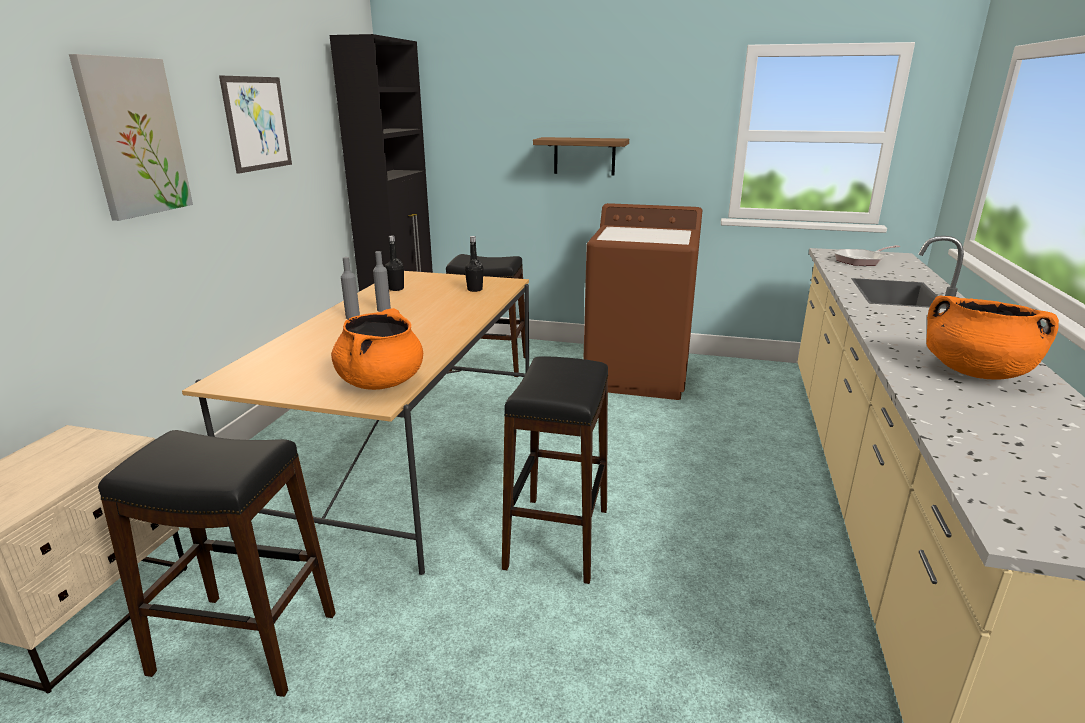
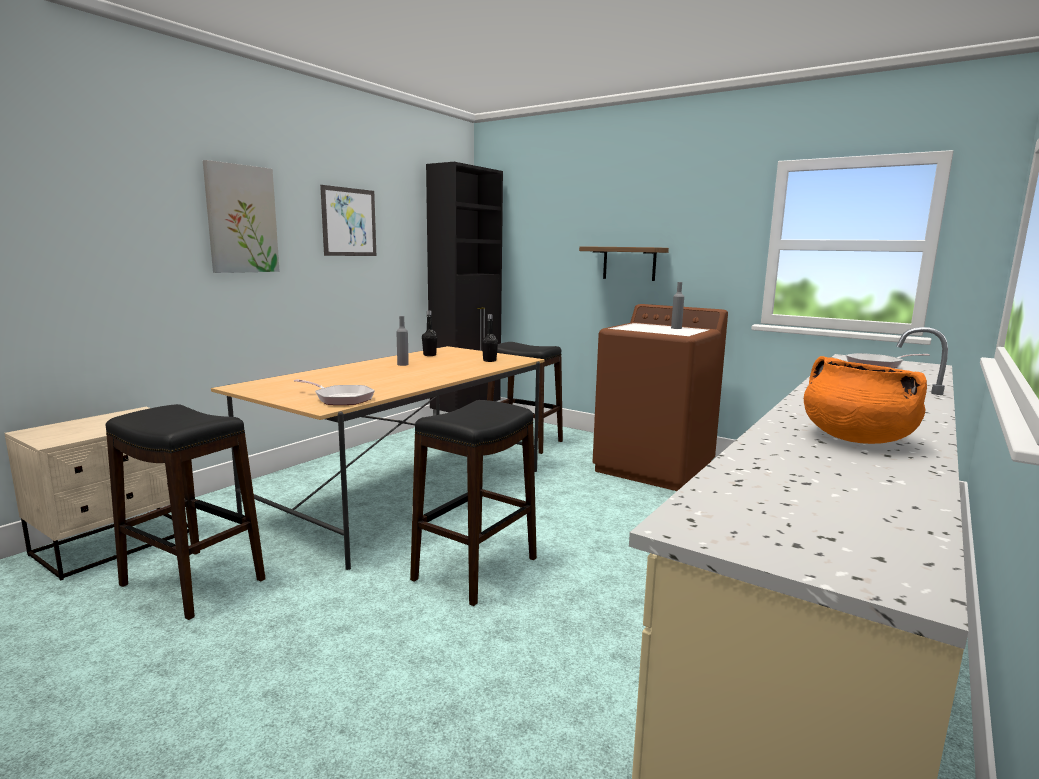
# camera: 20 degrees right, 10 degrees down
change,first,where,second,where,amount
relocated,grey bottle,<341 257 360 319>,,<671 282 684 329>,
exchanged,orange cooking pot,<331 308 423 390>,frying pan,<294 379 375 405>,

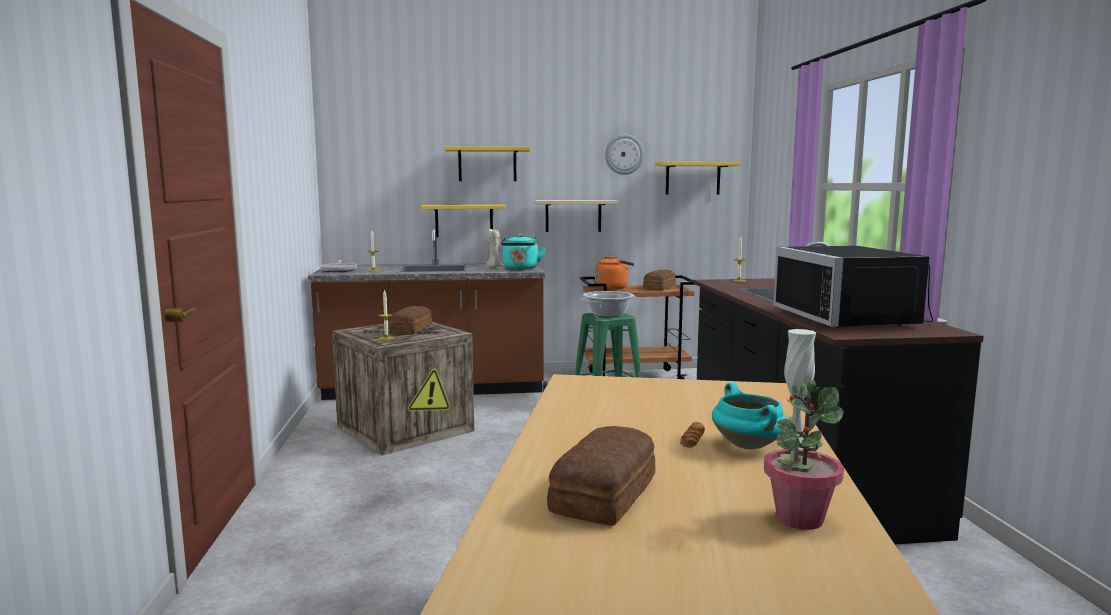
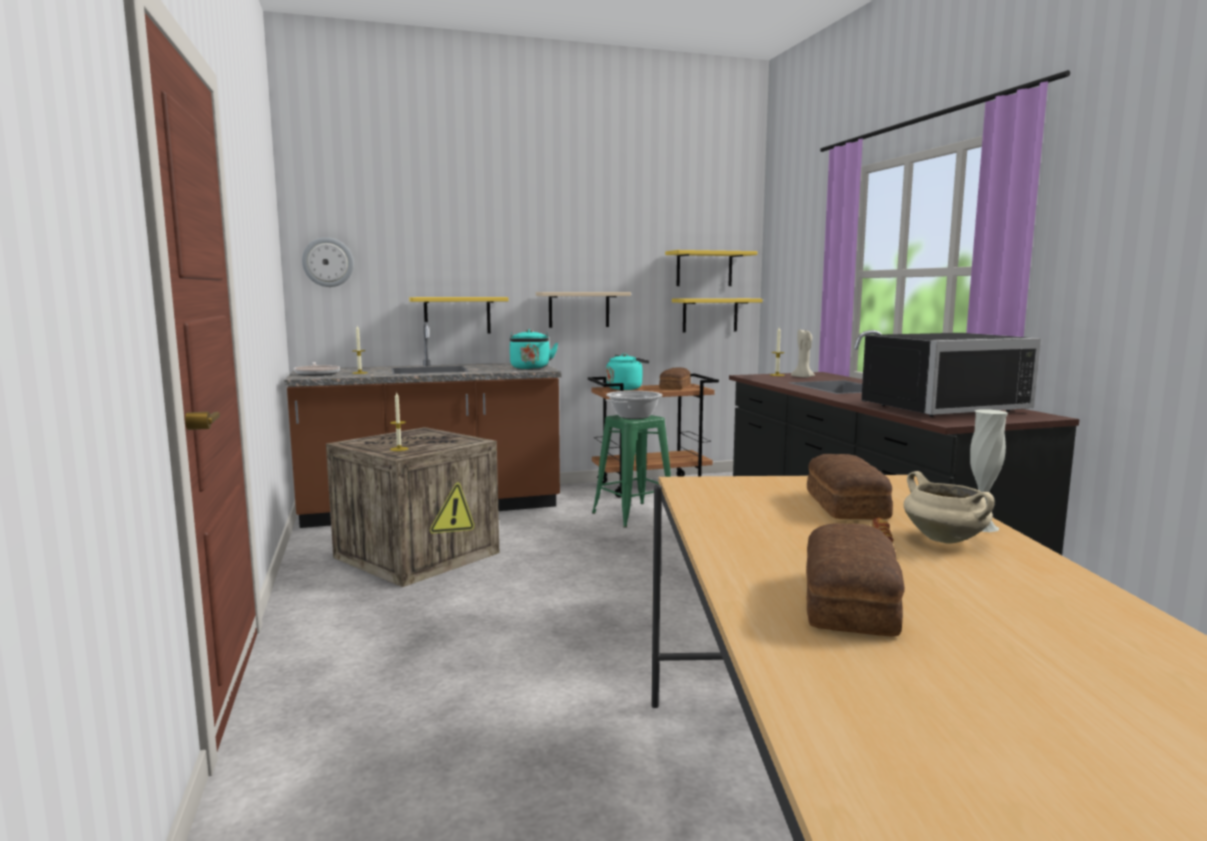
# camera: 10 degrees left, 0 degrees up
change,first,where,second,where,amount
relocated,wall clock,<605 134 644 175>,,<302 237 354 287>,
relocated,yellow shelf,<445 146 531 181>,,<672 298 763 332>,
relocated,beige candle,<486 229 503 267>,,<791 328 815 378>,
spun,black microwave,<773 246 933 328>,,<861 333 1041 417>,90 degrees counterclockwise
colour,orange kettle,<595 256 634 290>,turquoise kettle,<606 353 650 390>,
relocated,bread,<390 306 432 334>,,<807 454 893 519>,
missing,potted plant,<764 380 844 530>,,,
colour,turquoise cooking pot,<712 382 787 449>,beige cooking pot,<904 471 995 543>,

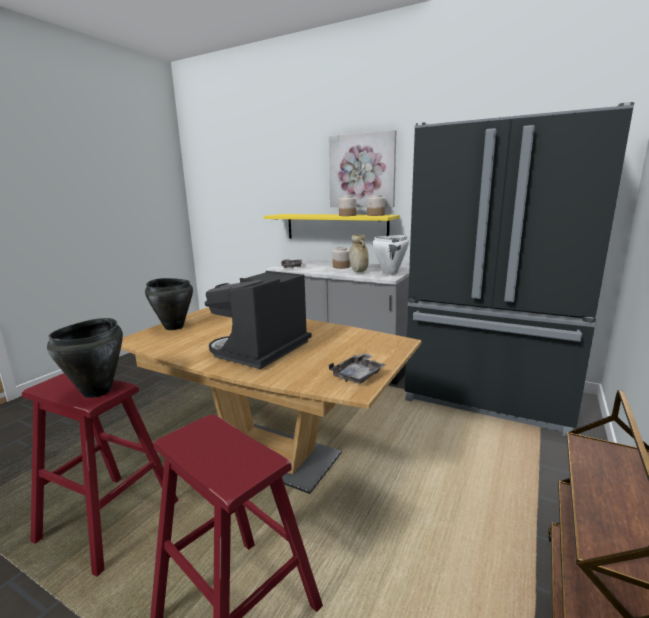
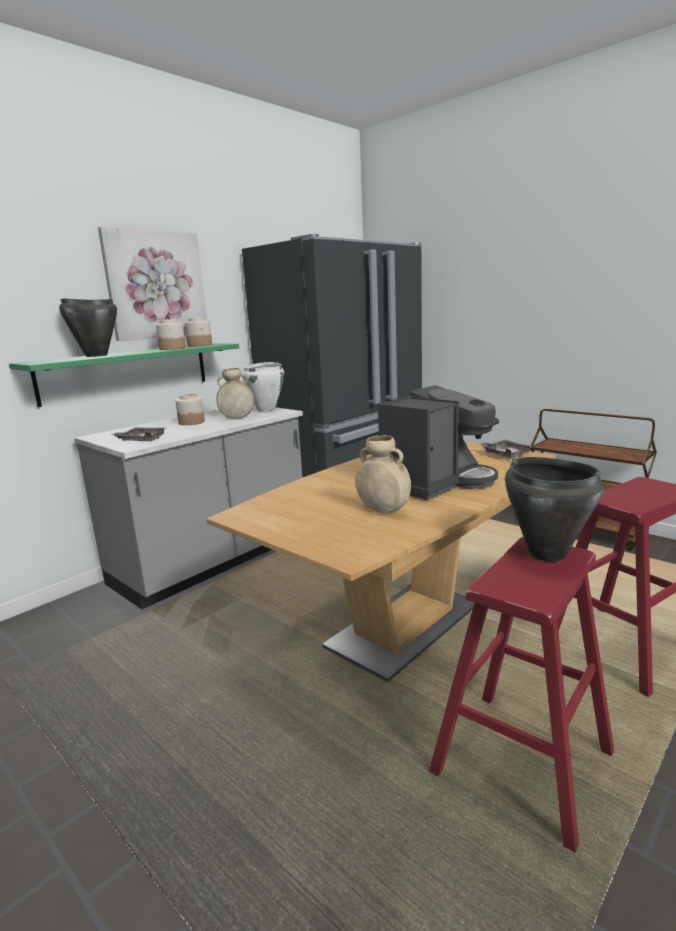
# camera: 75 degrees left, 0 degrees up
change,first,where,second,where,amount
colour,yellow shelf,<264 214 400 239>,green shelf,<9 343 239 407>,
spun,coffee machine,<205 271 312 369>,,<378 385 499 500>,90 degrees counterclockwise
relocated,black cooking pot,<145 278 193 330>,,<59 298 117 357>,
appeared,,,beige vase,<355 435 411 513>,

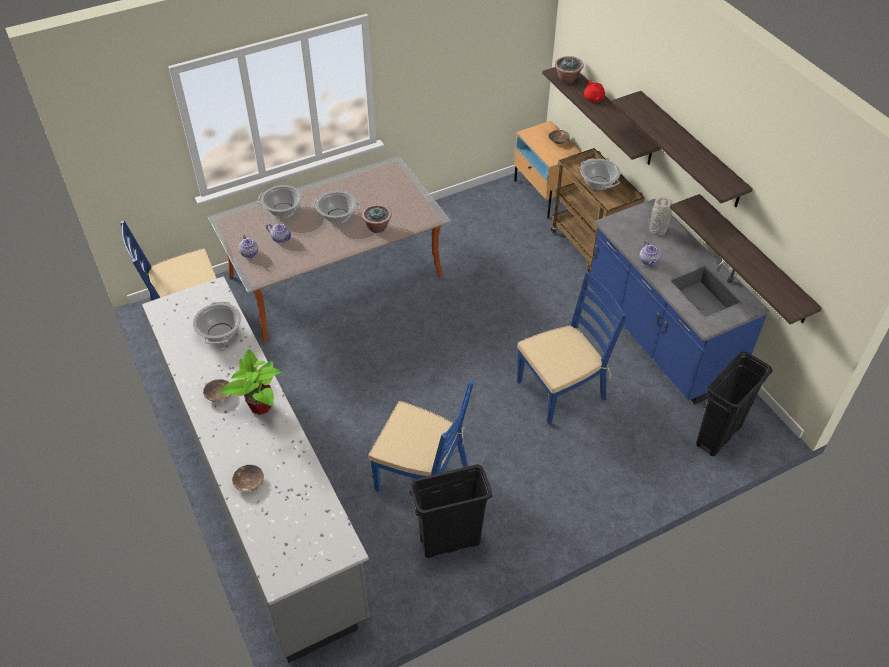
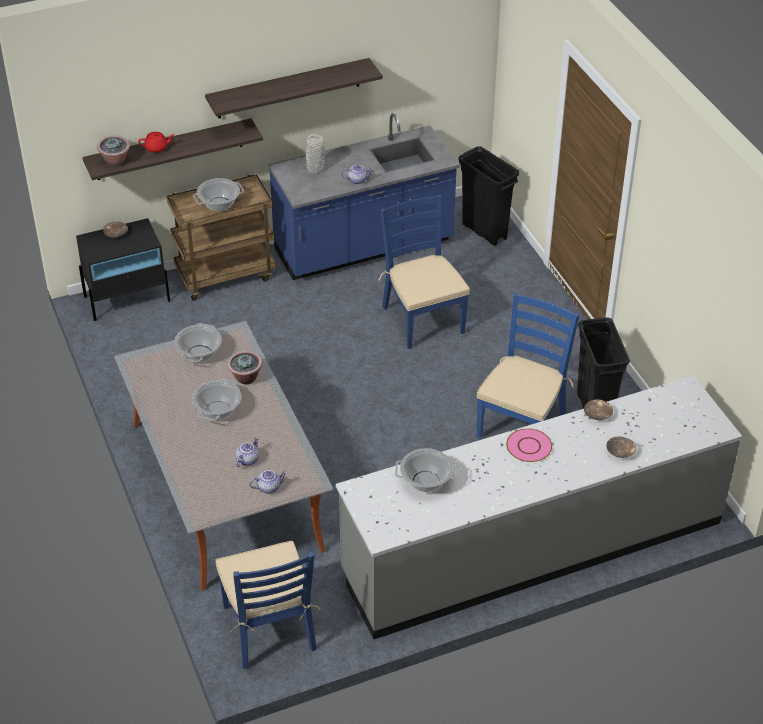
# camera: 85 degrees left, 5 degrees down
change,first,where,second,where,amount
colour,beige nightstand,<514 121 582 218>,black nightstand,<76 218 170 321>,
relocated,cooking pot,<257 185 306 217>,,<174 323 222 363>,
missing,shelf,<670 194 822 324>,,,
exchanged,potted plant,<220 349 282 415>,pink plate,<506 428 552 462>,
relocated,brown bowl,<203 379 230 402>,,<584 399 613 420>,

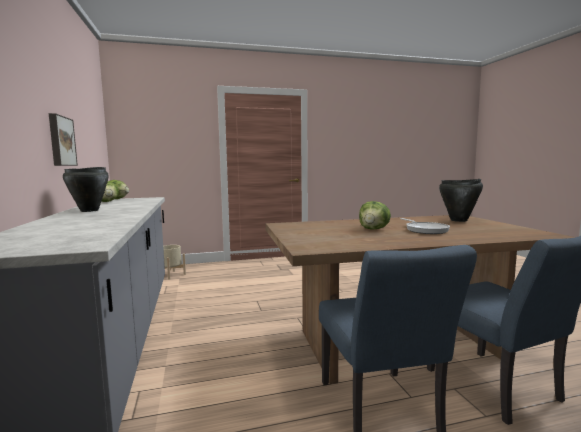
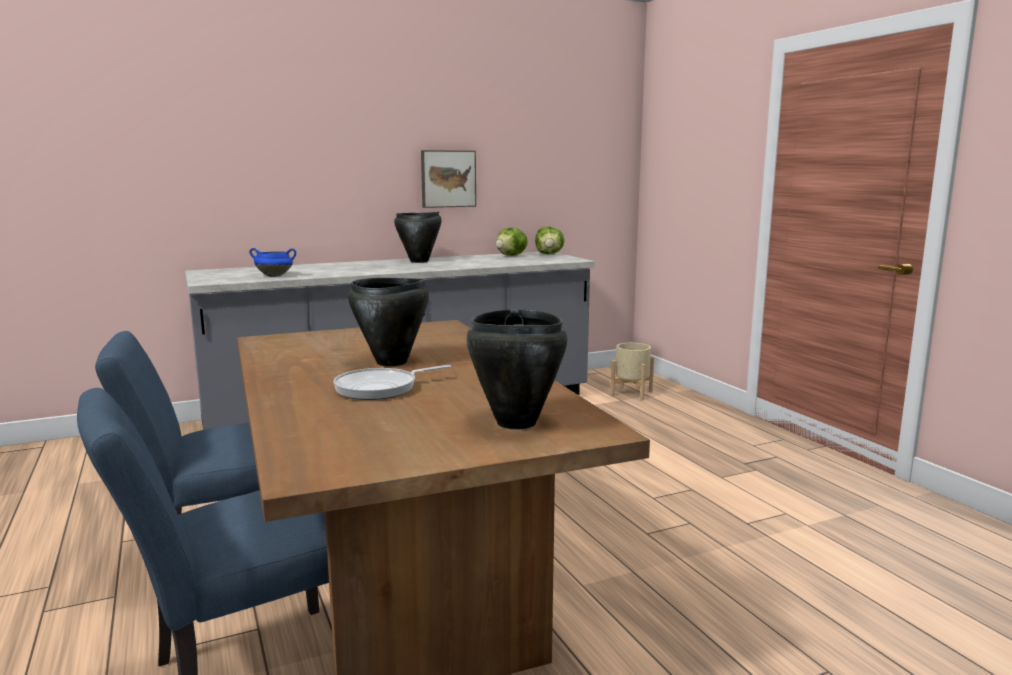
# camera: 80 degrees right, 5 degrees up
change,first,where,second,where,amount
exchanged,lettuce,<359 201 391 230>,black cooking pot,<348 278 430 366>,
appeared,,,blue cooking pot,<249 248 296 277>,

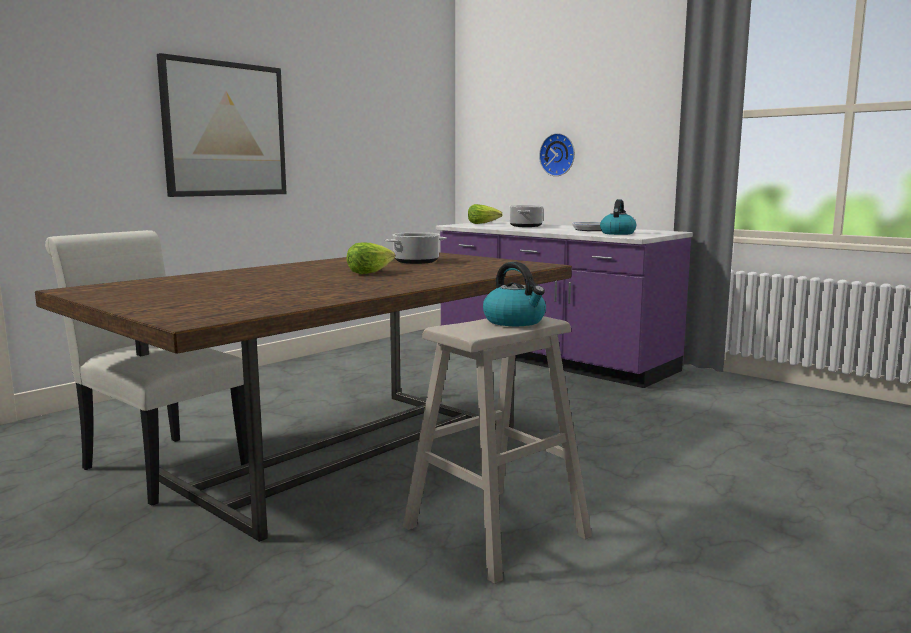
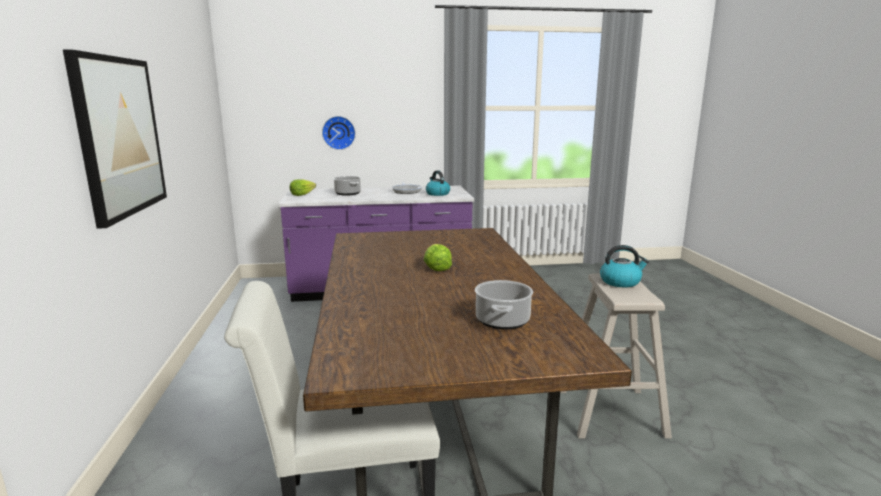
# camera: 50 degrees left, 5 degrees up
change,first,where,second,where,amount
relocated,cooking pot,<385 232 447 264>,,<475 280 533 330>,

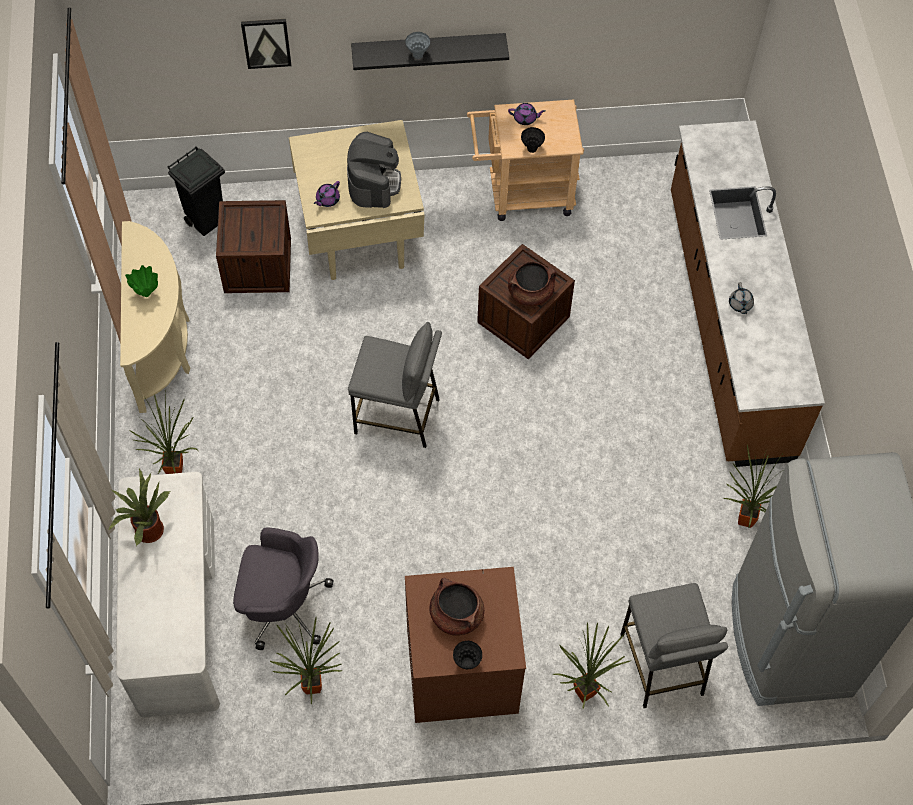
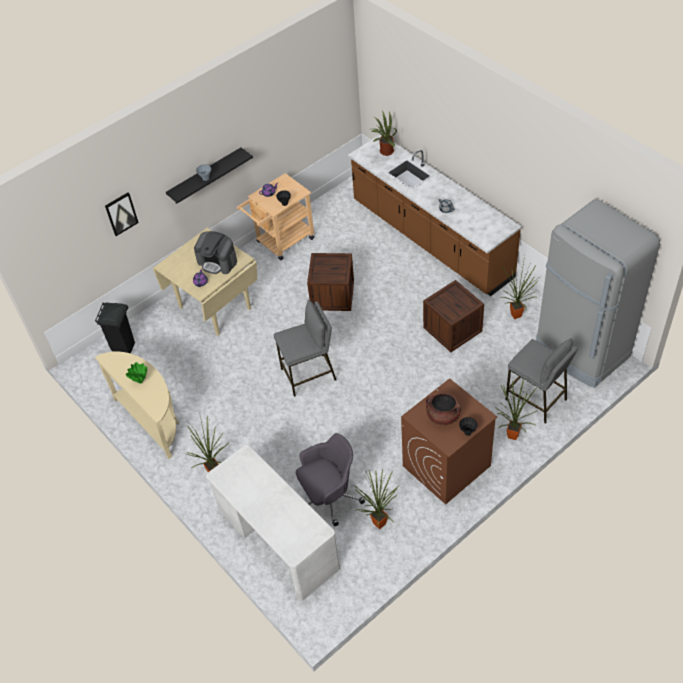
# camera: 30 degrees left, 10 degrees down
change,first,where,second,where,amount
spun,coffee machine,<347 132 401 208>,,<194 231 237 274>,150 degrees clockwise
relocated,crate,<216 200 291 293>,,<423 280 484 352>,
missing,brown cooking pot,<508 262 557 306>,,,
relocated,potted plant,<109 468 170 546>,,<371 111 397 156>,

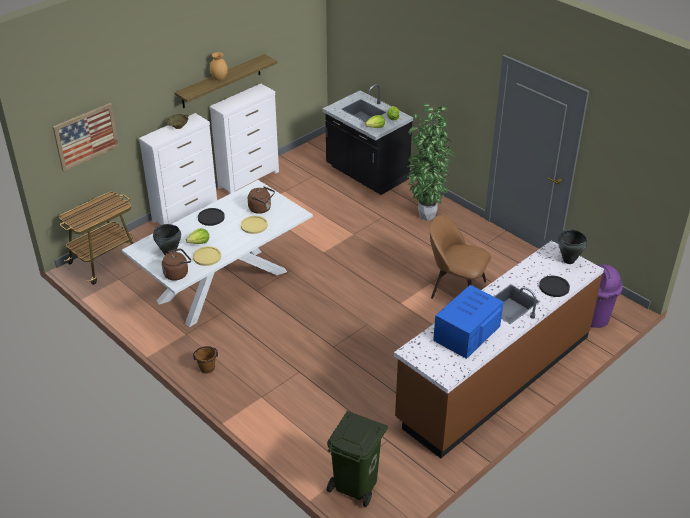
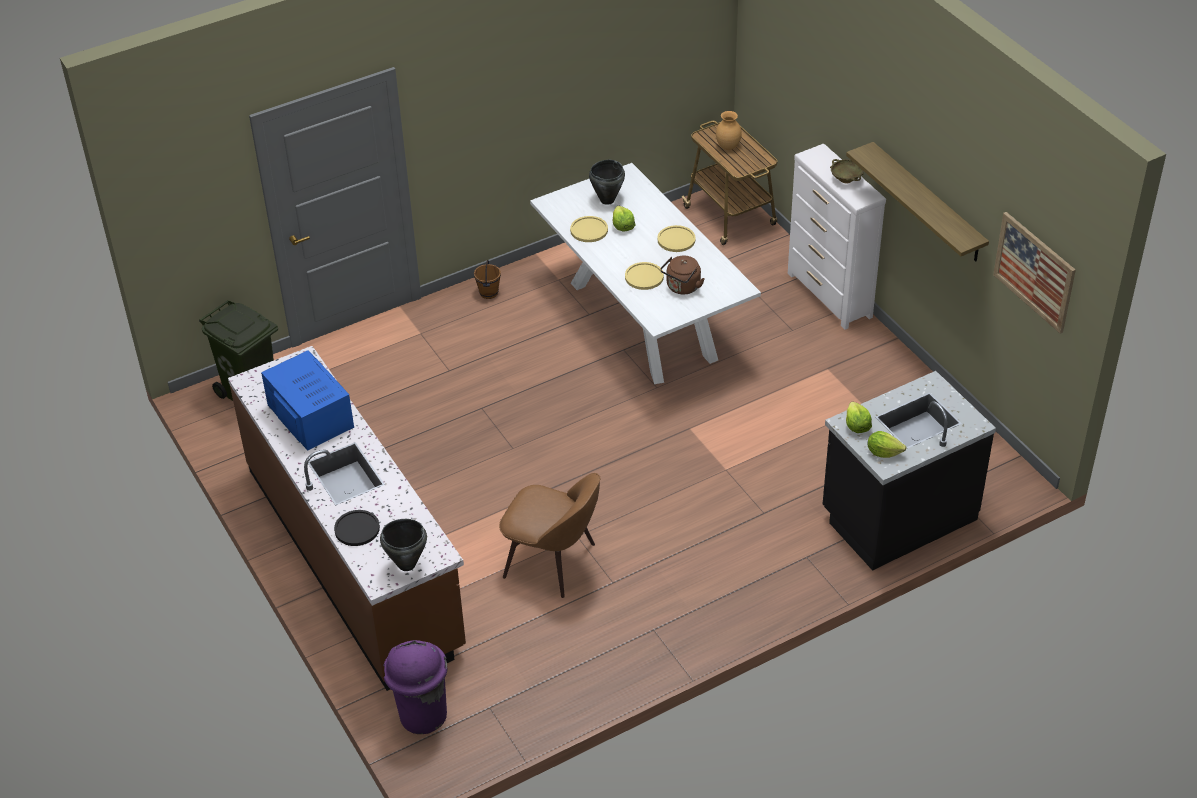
# camera: 105 degrees right, 5 degrees up
change,first,where,second,where,amount
relocated,brown vase,<210 52 228 81>,,<716 111 742 150>,
missing,white dresser,<209 84 279 194>,,,
relocated,picture,<53 103 119 171>,,<993 212 1076 334>,
missing,potted plant,<407 104 455 221>,,,
colour,black plate,<198 208 225 226>,yellow plate,<658 225 696 252>,
spun,brown chair,<429 215 491 299>,,<499 473 601 598>,75 degrees clockwise
missing,brown kettle,<162 249 191 281>,,,

